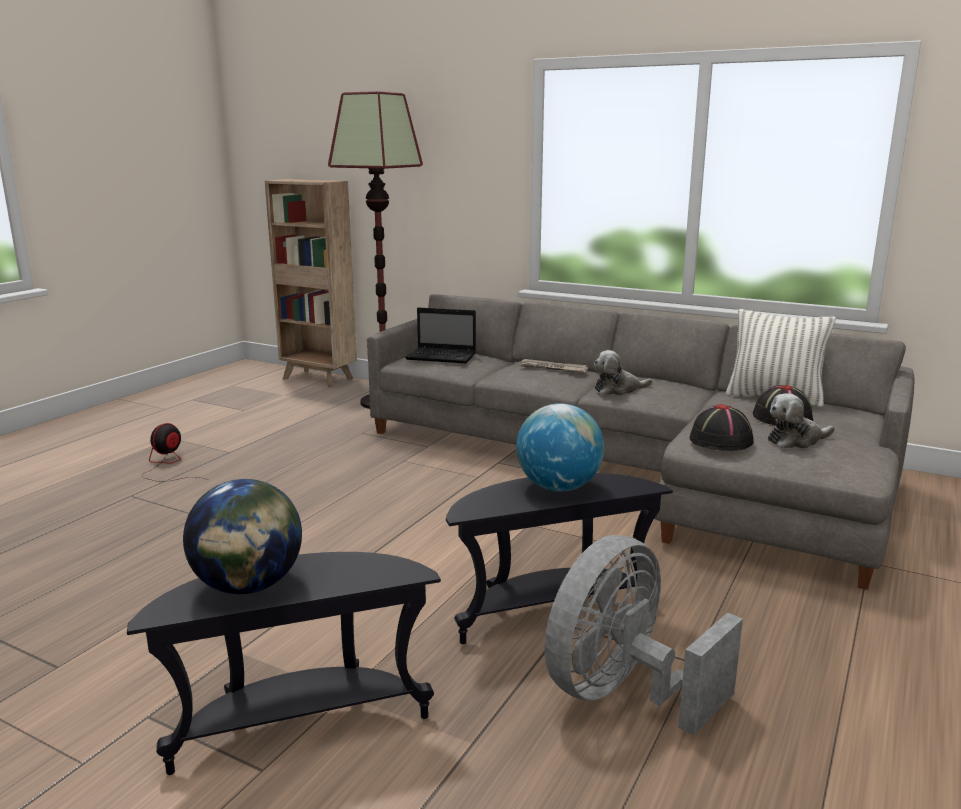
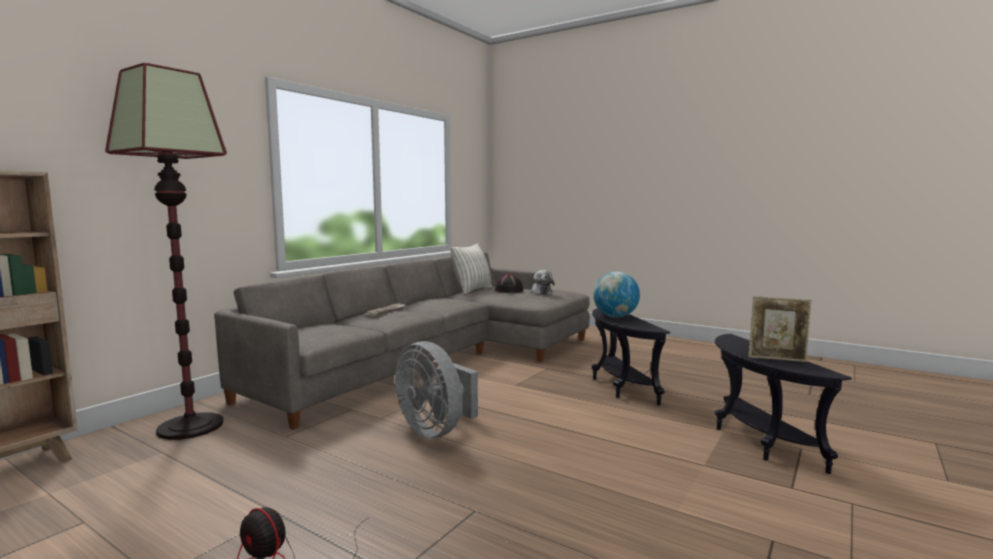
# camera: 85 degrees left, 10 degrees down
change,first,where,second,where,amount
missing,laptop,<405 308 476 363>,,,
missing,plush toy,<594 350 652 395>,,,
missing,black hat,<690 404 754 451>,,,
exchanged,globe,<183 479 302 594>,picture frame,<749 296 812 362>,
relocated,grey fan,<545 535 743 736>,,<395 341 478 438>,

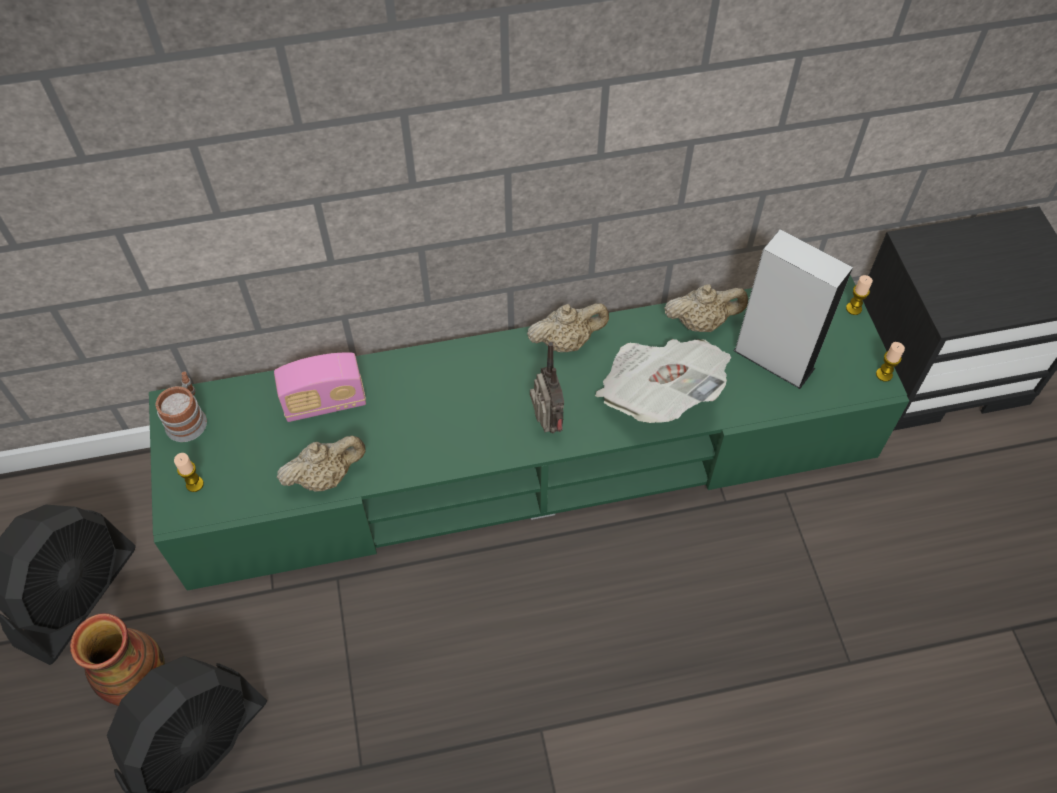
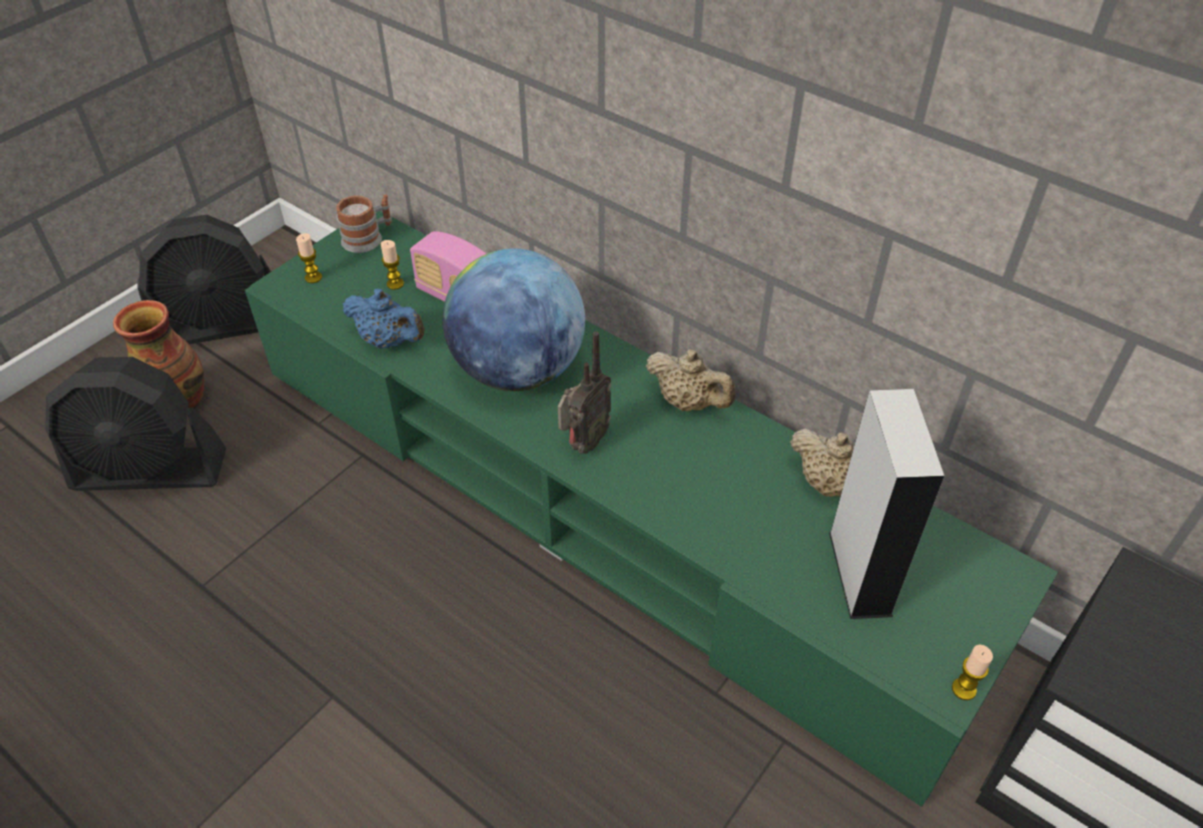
# camera: 50 degrees right, 10 degrees down
change,first,where,second,where,amount
relocated,candle,<846 275 873 315>,,<381 240 404 290>,
missing,newspaper,<595 339 731 423>,,,
colour,beige teapot,<277 435 366 492>,blue teapot,<343 288 425 349>,
appeared,,,globe,<443 248 585 391>,

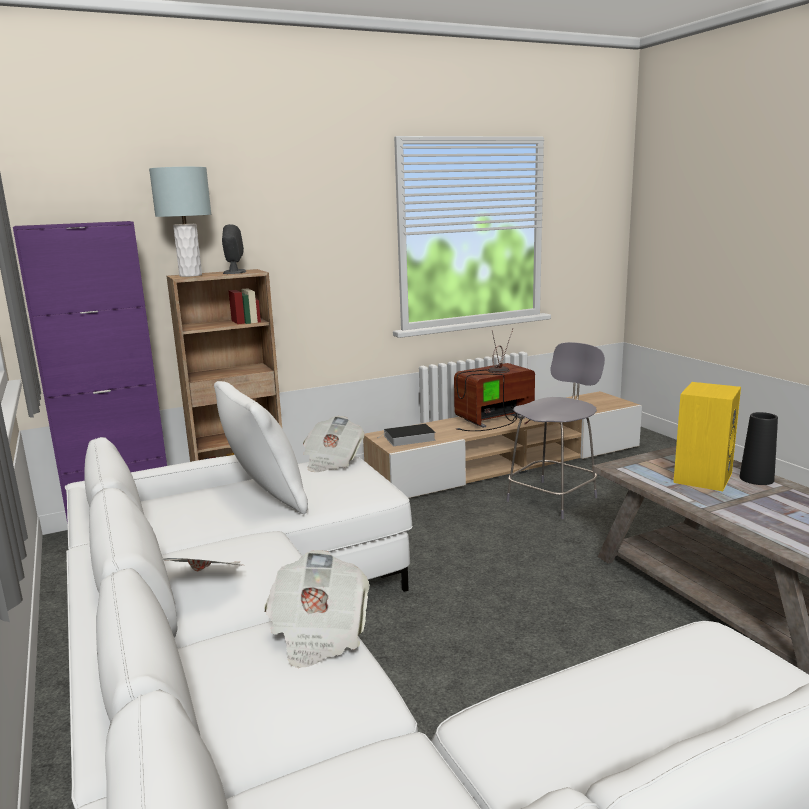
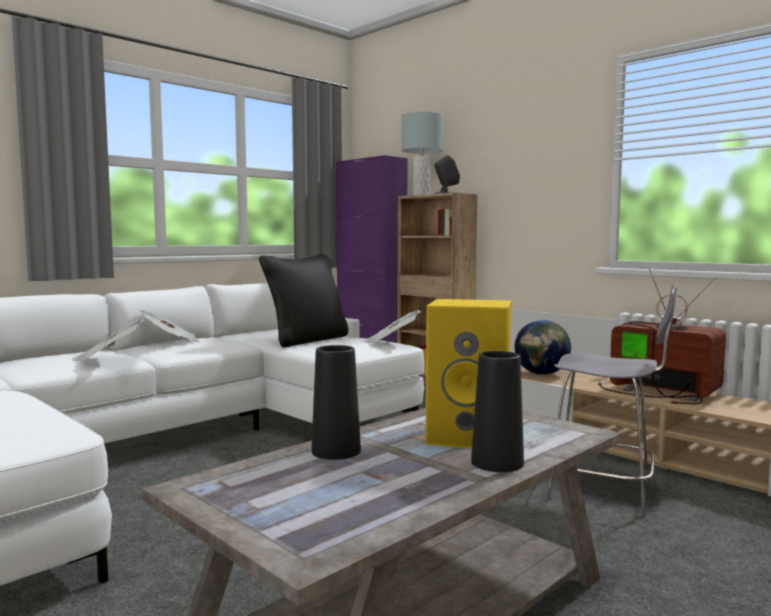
# camera: 70 degrees right, 10 degrees down
change,first,where,second,where,amount
colour,white pillow,<214 381 308 514>,black pillow,<259 254 348 347>,
exchanged,book,<378 424 436 446>,globe,<515 320 571 375>,
appeared,,,black vase,<311 345 361 460>,

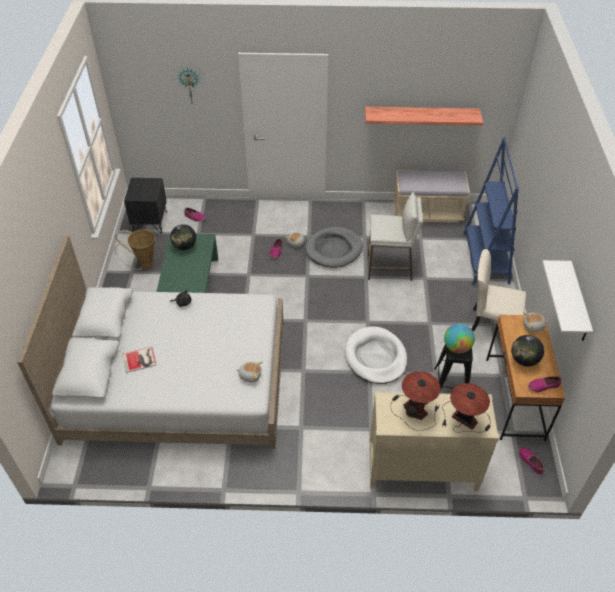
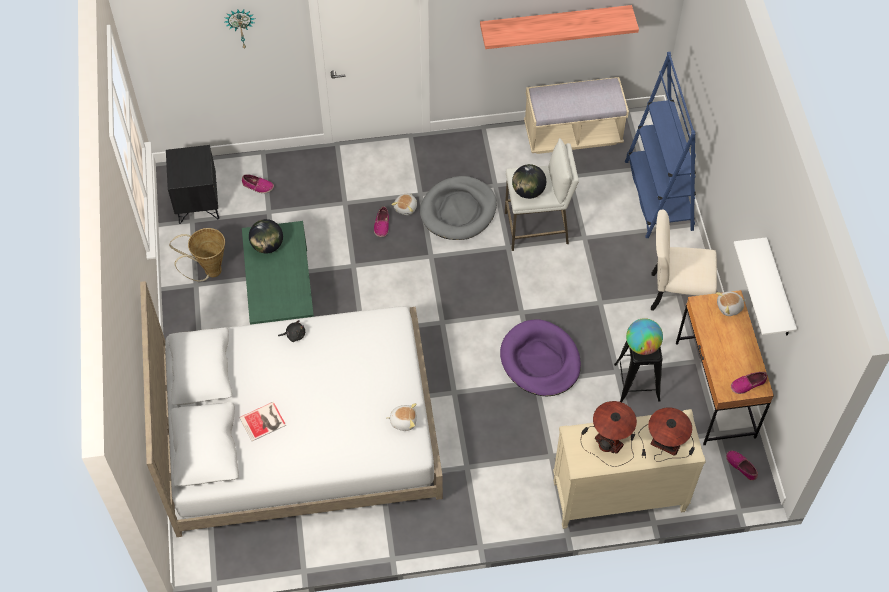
# camera: 10 degrees left, 10 degrees up
change,first,where,second,where,amount
colour,white dog bed,<345 326 407 384>,purple dog bed,<500 319 581 396>,
relocated,globe,<511 335 544 366>,,<512 164 546 199>,

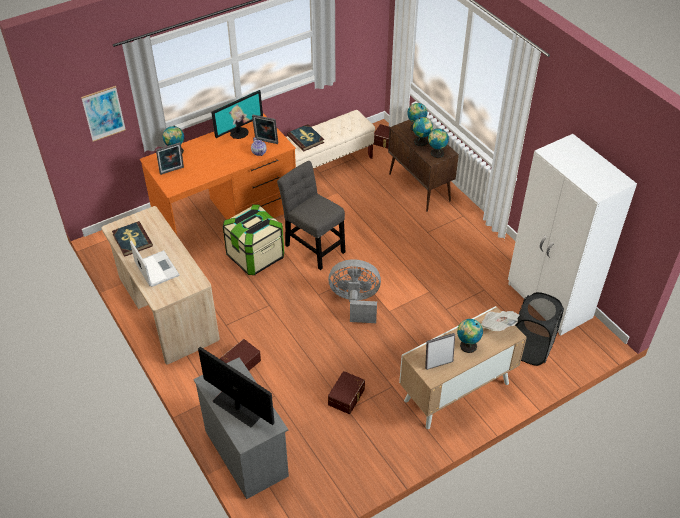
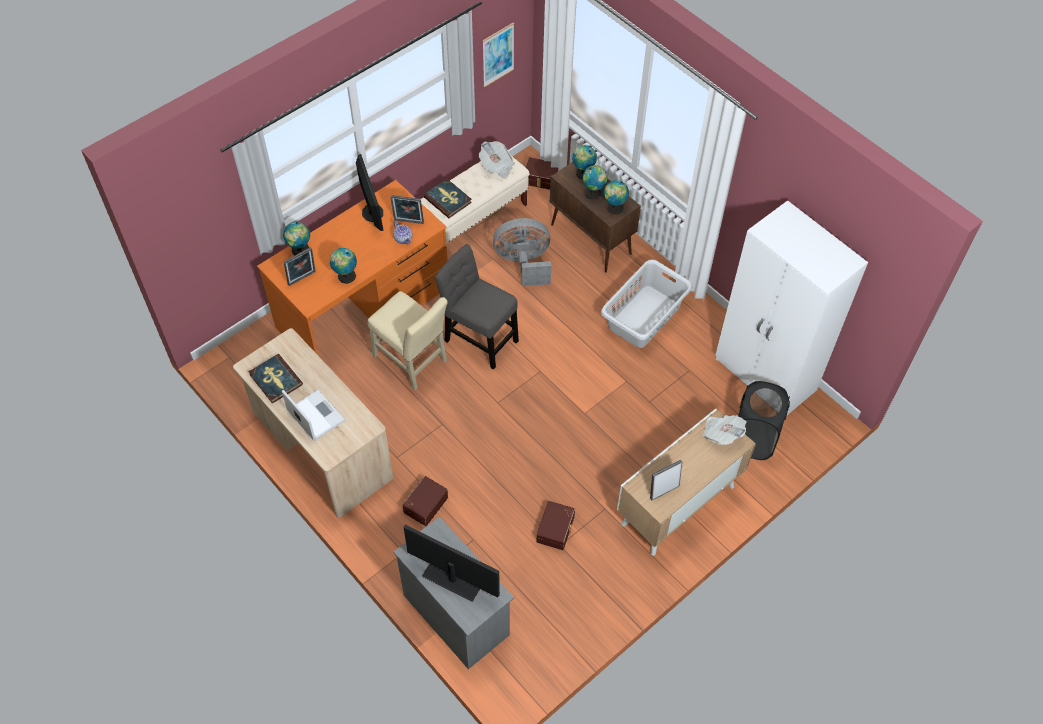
# camera: 10 degrees left, 10 degrees up
change,first,where,second,where,amount
relocated,picture,<81 86 126 142>,,<482 22 514 87>,
spun,monitor,<211 90 263 139>,,<356 154 384 231>,60 degrees counterclockwise
exchanged,storage box,<223 204 284 275>,beige chair,<368 291 448 390>,
relocated,grey fan,<328 259 381 323>,,<493 218 551 286>,
relocated,globe,<457 319 483 353>,,<330 248 357 284>,
appeared,,,newspaper,<479 141 515 179>,
appeared,,,grey laundry basket,<601 260 692 348>,

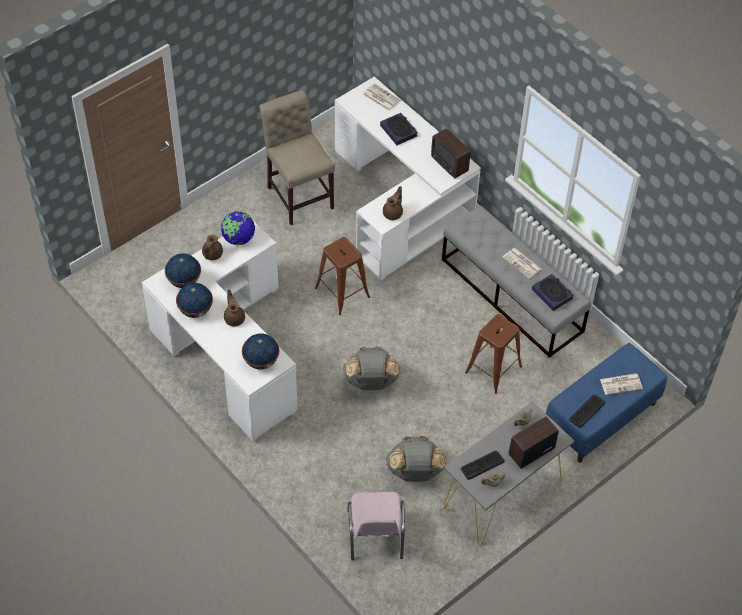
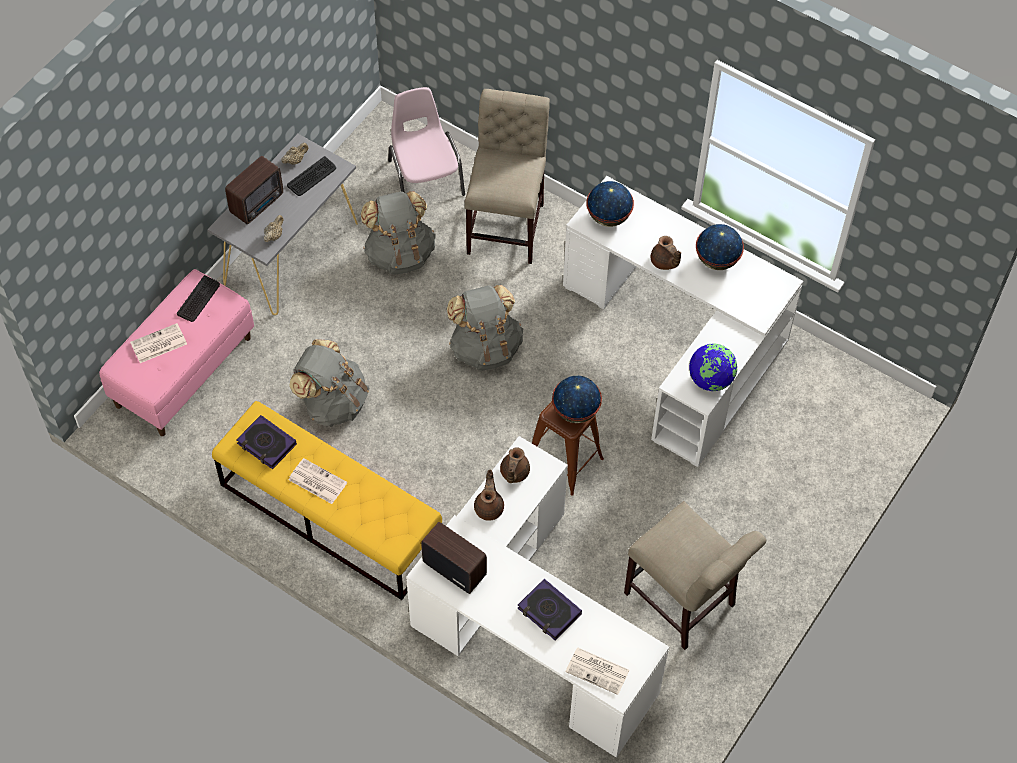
# camera: 165 degrees right, 5 degrees up
change,first,where,second,where,amount
colour,grey bench,<442 205 591 358>,yellow bench,<212 401 442 600>,
relocated,brown teapot,<202 235 223 260>,,<474 470 504 521>,
relocated,globe,<165 253 201 288>,,<552 376 602 423>,
exchanged,brown stool,<465 314 522 394>,grey backpack,<289 339 369 427>,
colour,blue bench,<546 343 667 463>,pink bench,<99 269 254 436>,
appeared,,,beige chair,<465 89 550 264>,

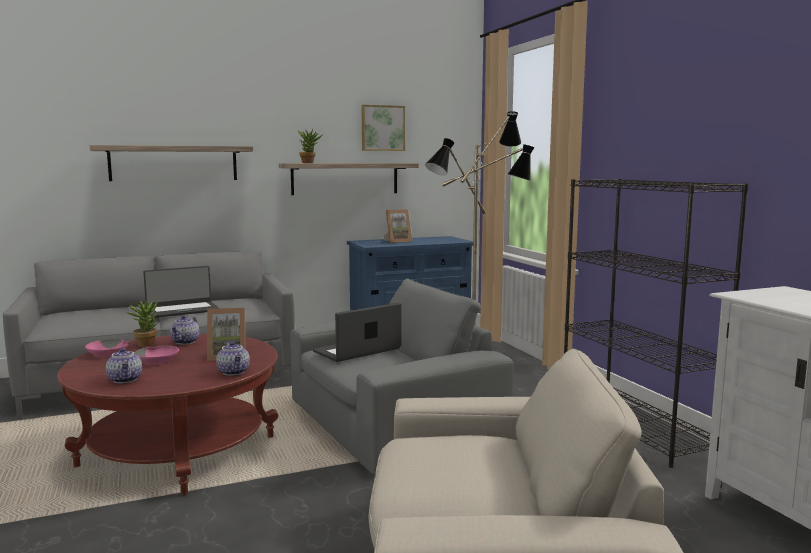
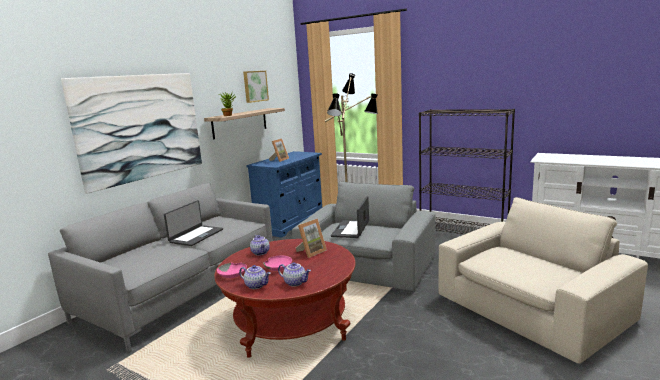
# camera: 35 degrees left, 5 degrees up
change,first,where,second,where,amount
exchanged,shelf,<90 145 253 181>,picture,<61 73 202 194>,
missing,potted plant,<125 298 160 347>,,,
relocated,teapot,<216 341 250 376>,,<239 265 271 289>,

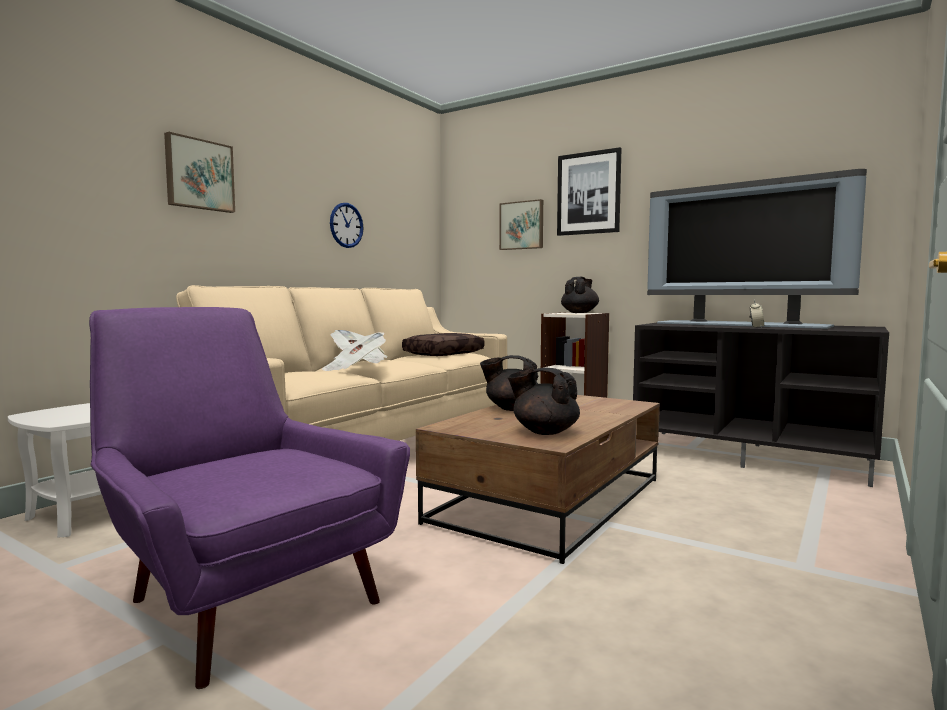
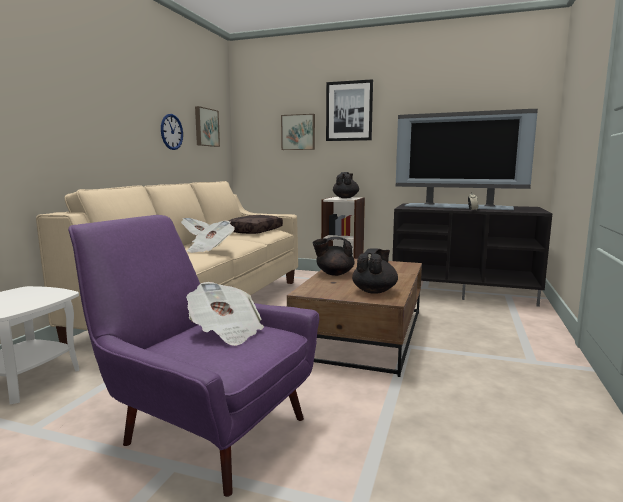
# camera: 15 degrees left, 5 degrees up
change,first,where,second,where,amount
relocated,picture,<164 132 235 213>,,<195 106 220 147>,
spun,black teapot,<508 368 580 435>,,<352 248 398 294>,105 degrees clockwise
appeared,,,newspaper,<186 282 264 346>,

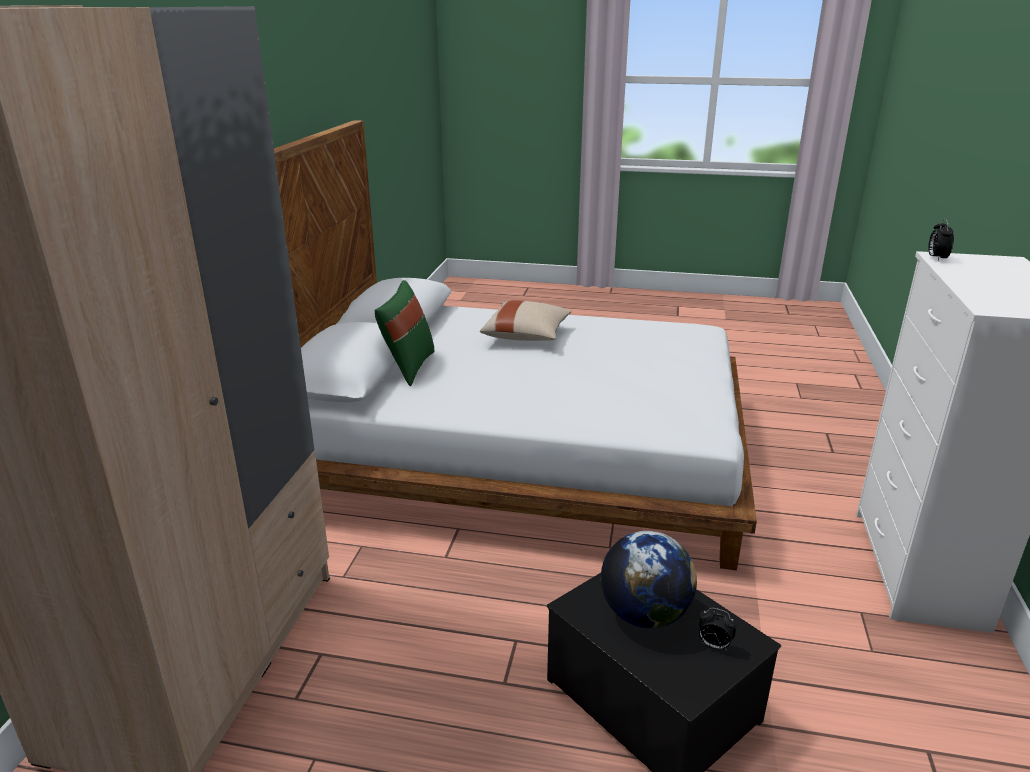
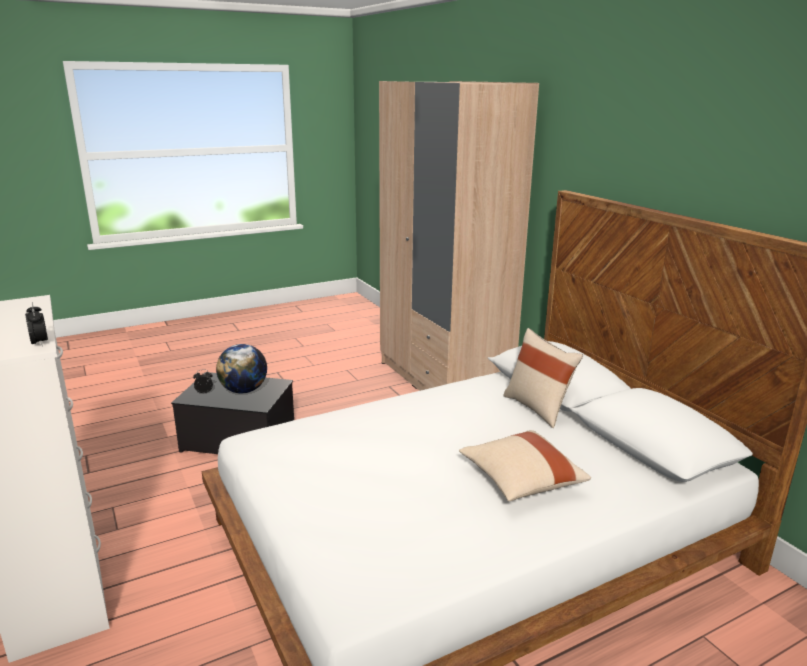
# camera: 140 degrees right, 5 degrees down
change,first,where,second,where,amount
colour,green pillow,<374 280 434 386>,beige pillow,<504 328 583 428>,

